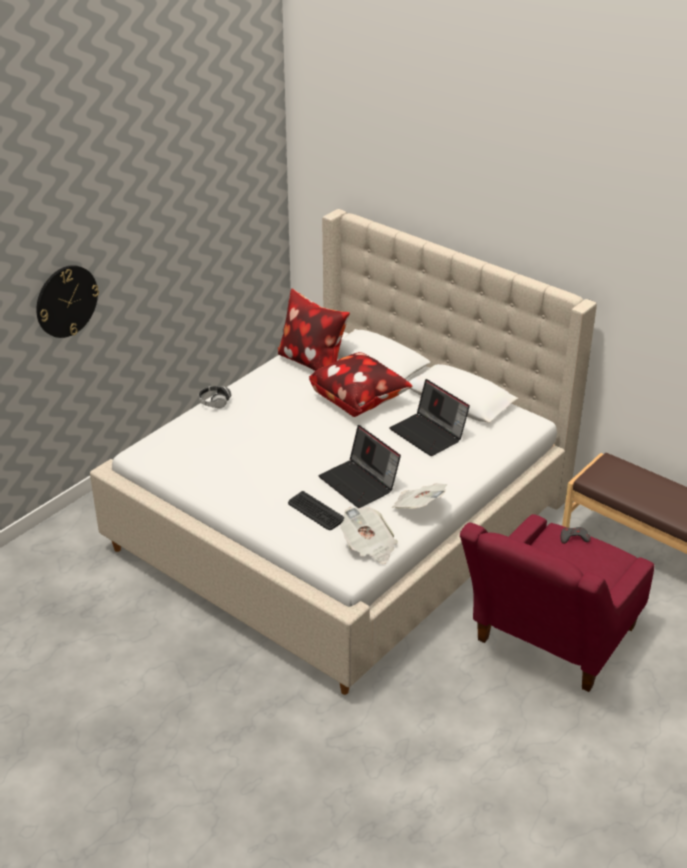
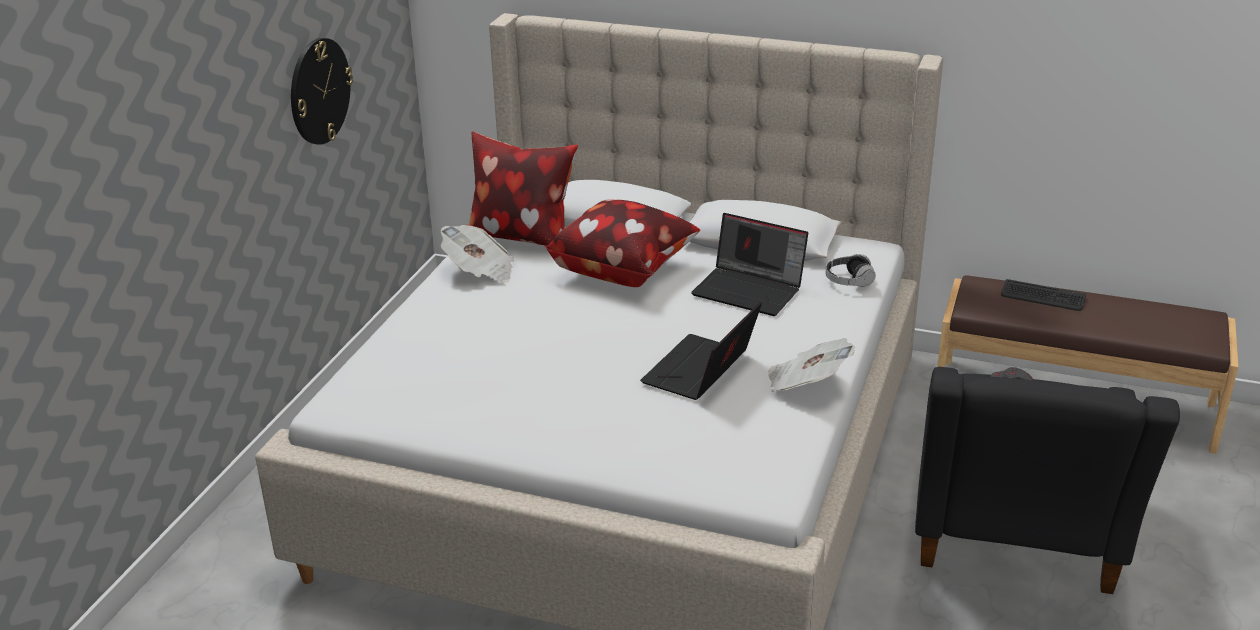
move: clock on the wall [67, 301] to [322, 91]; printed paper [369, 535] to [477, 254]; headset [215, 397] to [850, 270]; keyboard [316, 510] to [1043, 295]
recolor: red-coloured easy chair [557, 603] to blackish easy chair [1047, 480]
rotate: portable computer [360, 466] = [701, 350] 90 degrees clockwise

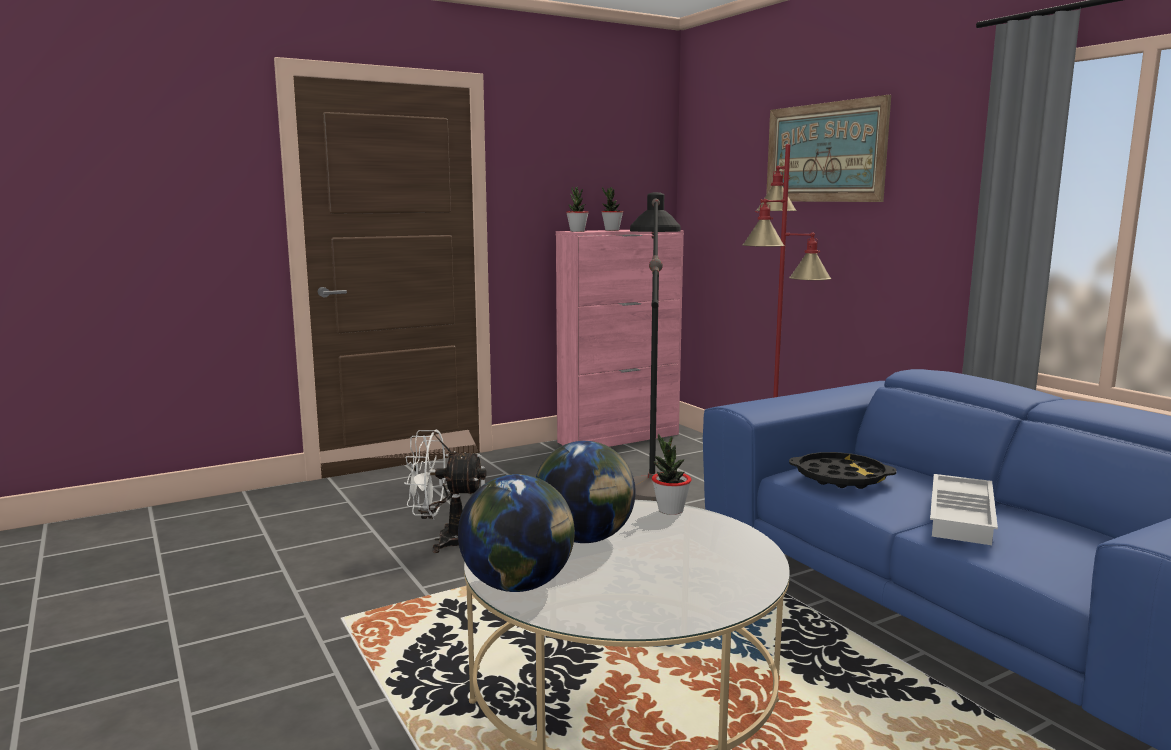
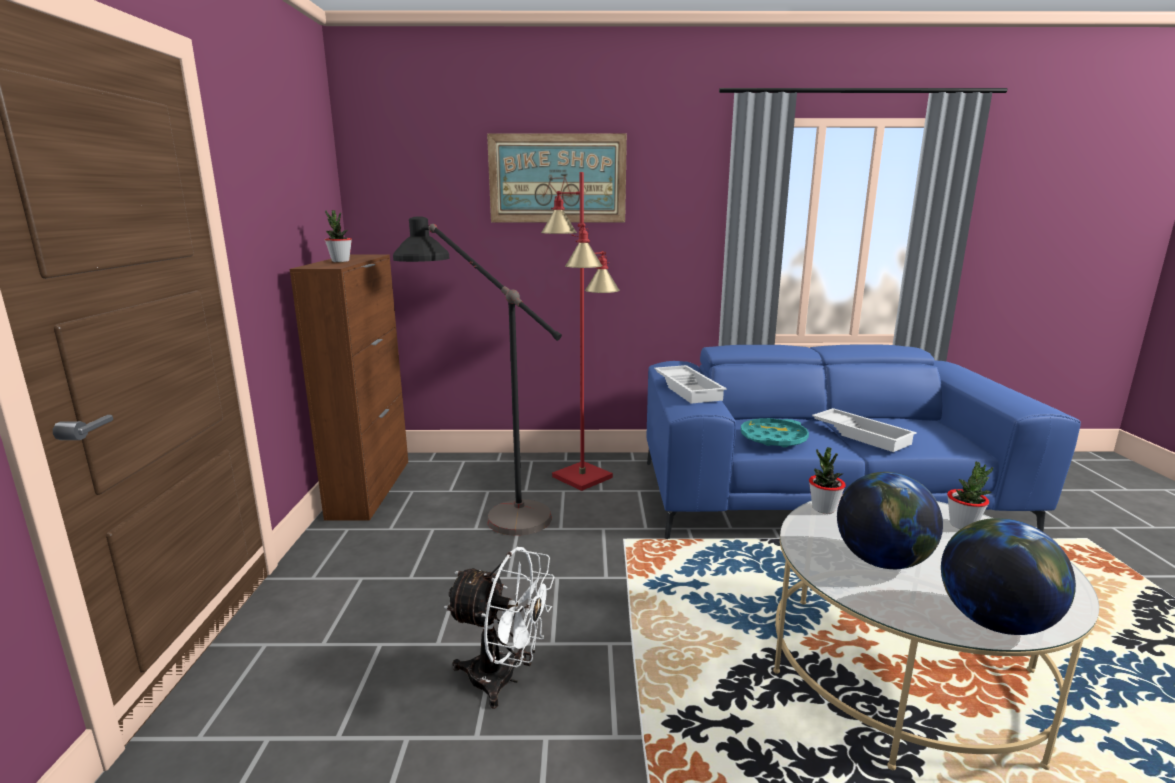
insert: white carrying tray [690, 384]
move: houseplant [577, 209] to [970, 495]
recolor: pinkish storage cabinet [620, 338] to brown-coloured storage cabinet [349, 388]; blackish carrying tray [843, 470] to turquoise-coloured carrying tray [775, 433]
rotate: white fan [445, 491] = [499, 628] 105 degrees counterclockwise

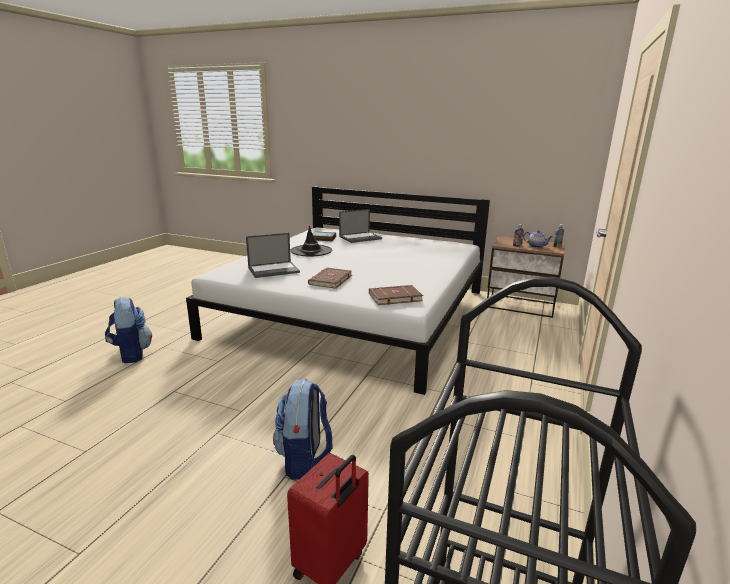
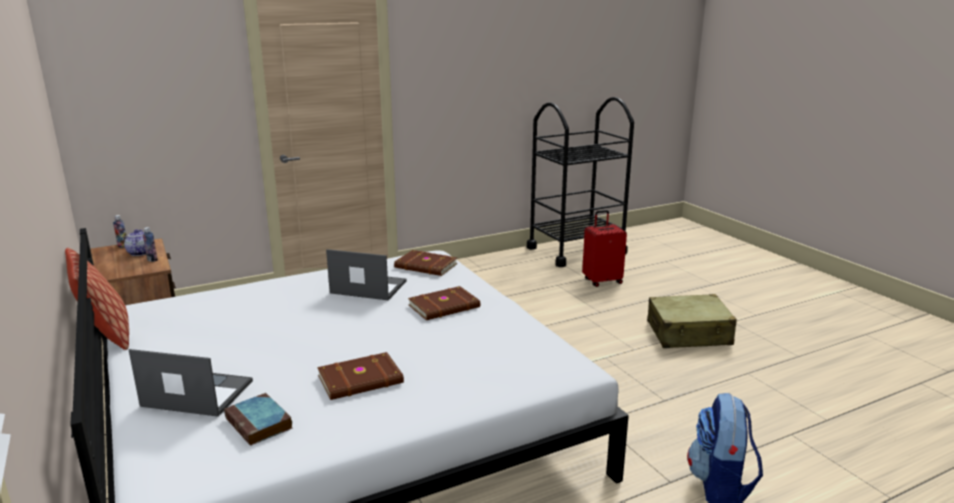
delete: backpack [302, 429]
insert: pillow [97, 299]; beige piece of luggage [692, 321]
move: portable computer [273, 255] to [366, 274]
replace: blackish clothing hat [311, 241] to brown-coloured volume [360, 376]

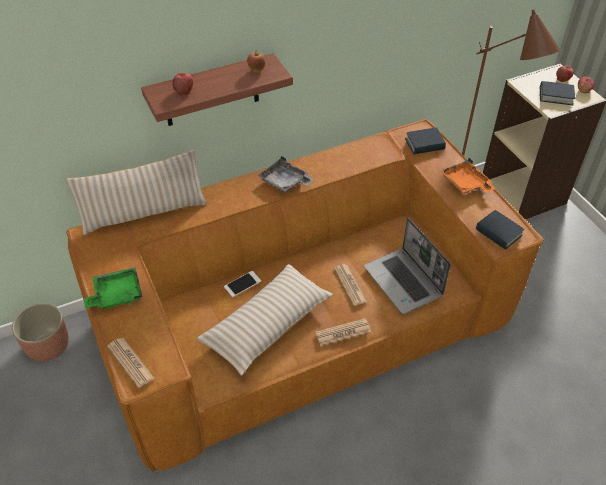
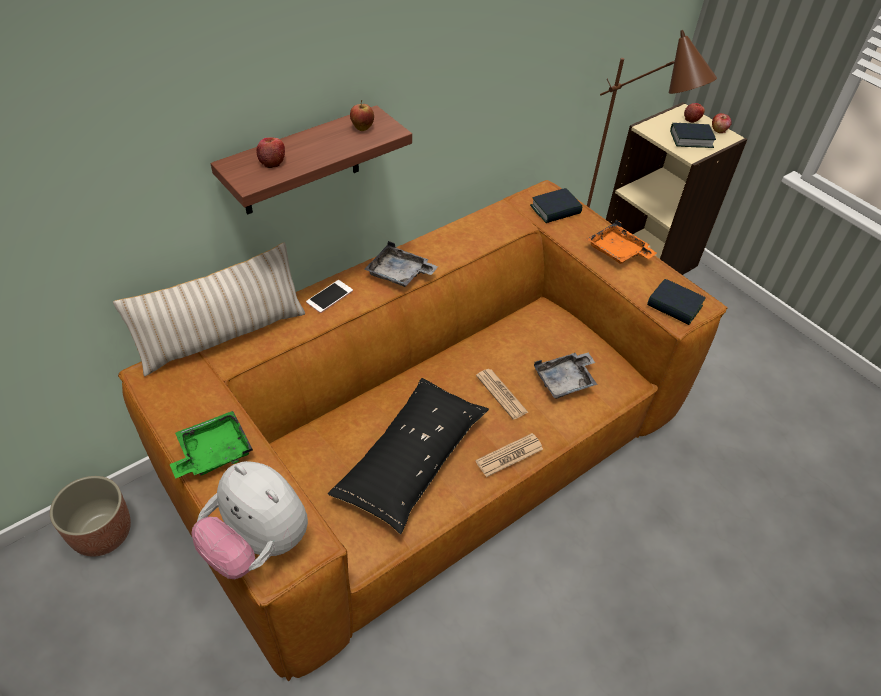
move: phone [242, 284] to [329, 296]
replace: printed paper [130, 363] to soft toy [249, 520]; portable computer [407, 266] to grey carrying tray [566, 375]
recolor: beige pillow [265, 320] to blackish pillow [408, 456]

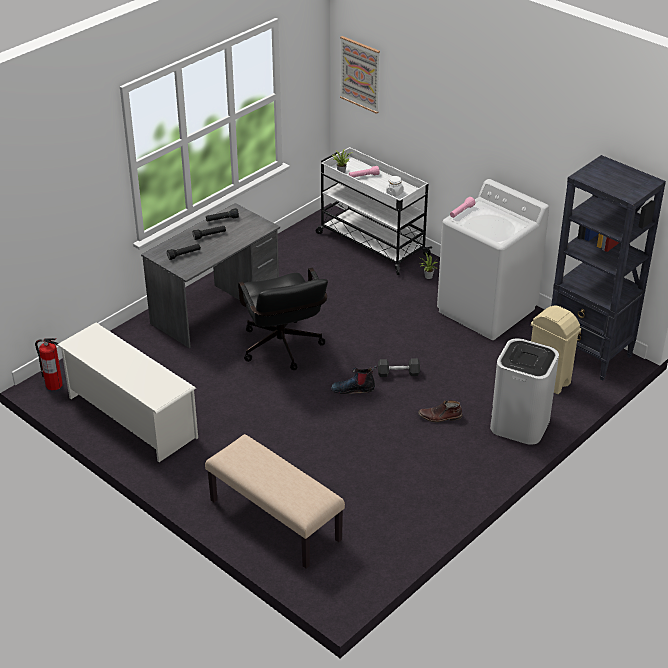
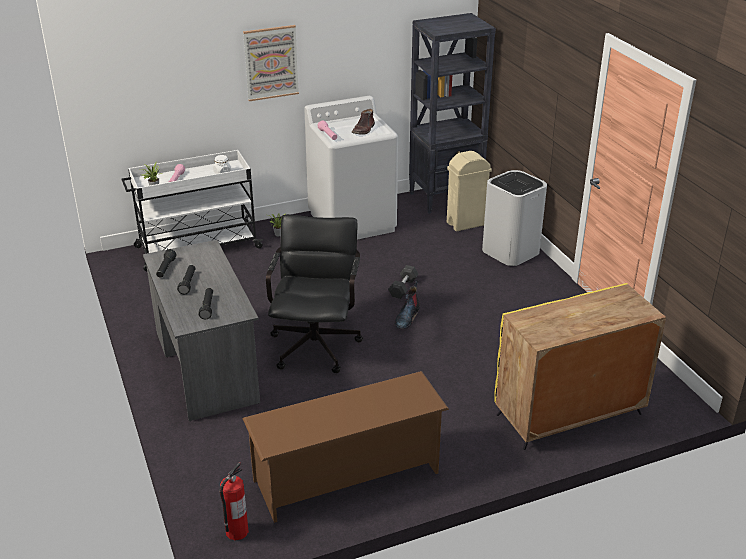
move: picture [360, 75] to [271, 63]; brown-coloured high-top boot [440, 411] to [363, 122]
replace: beige long seat [275, 501] to yellow storage cabinet [580, 366]
recolor: white shoe rack [127, 392] to brown-coloured shoe rack [346, 447]
rotate: blackish computer chair [283, 319] = [314, 293] 90 degrees counterclockwise

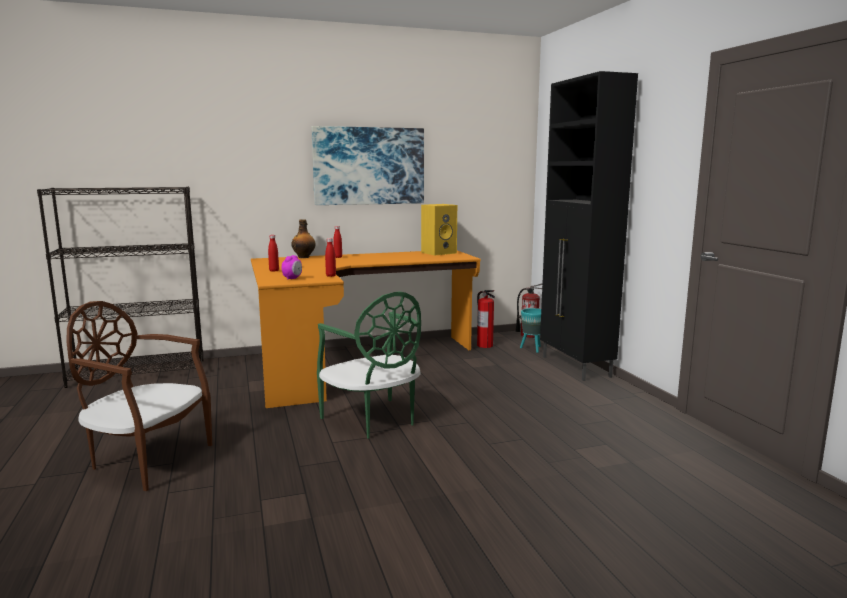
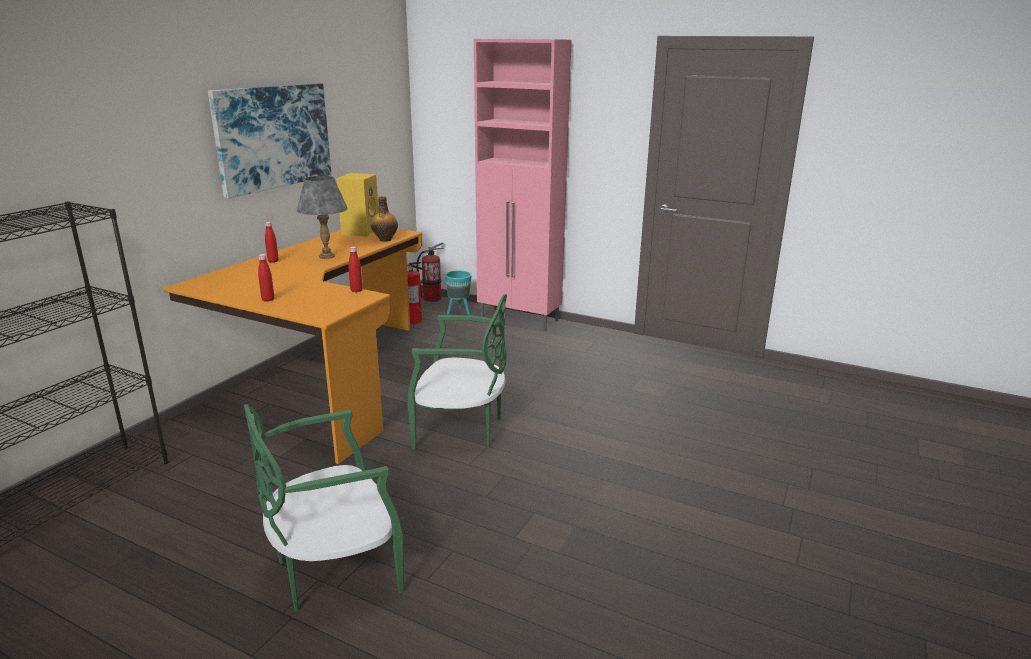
delete: alarm clock [292, 267]
insert: grey tabletop lamp [322, 217]
move: drink bottle [303, 238] to [384, 219]
recolor: brown-coloured chair [139, 396] to green-coloured chair [324, 508]; blackish storage cabinet [589, 226] to pinkish storage cabinet [523, 185]

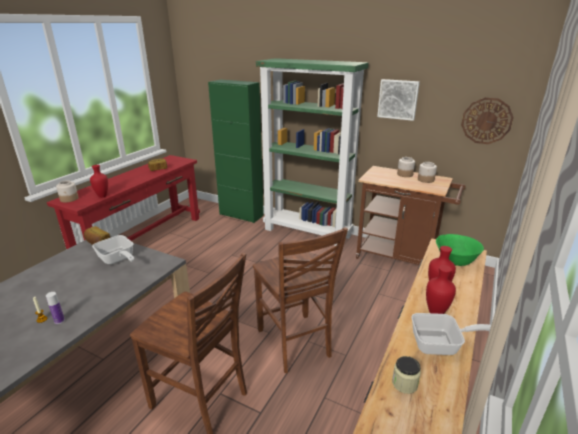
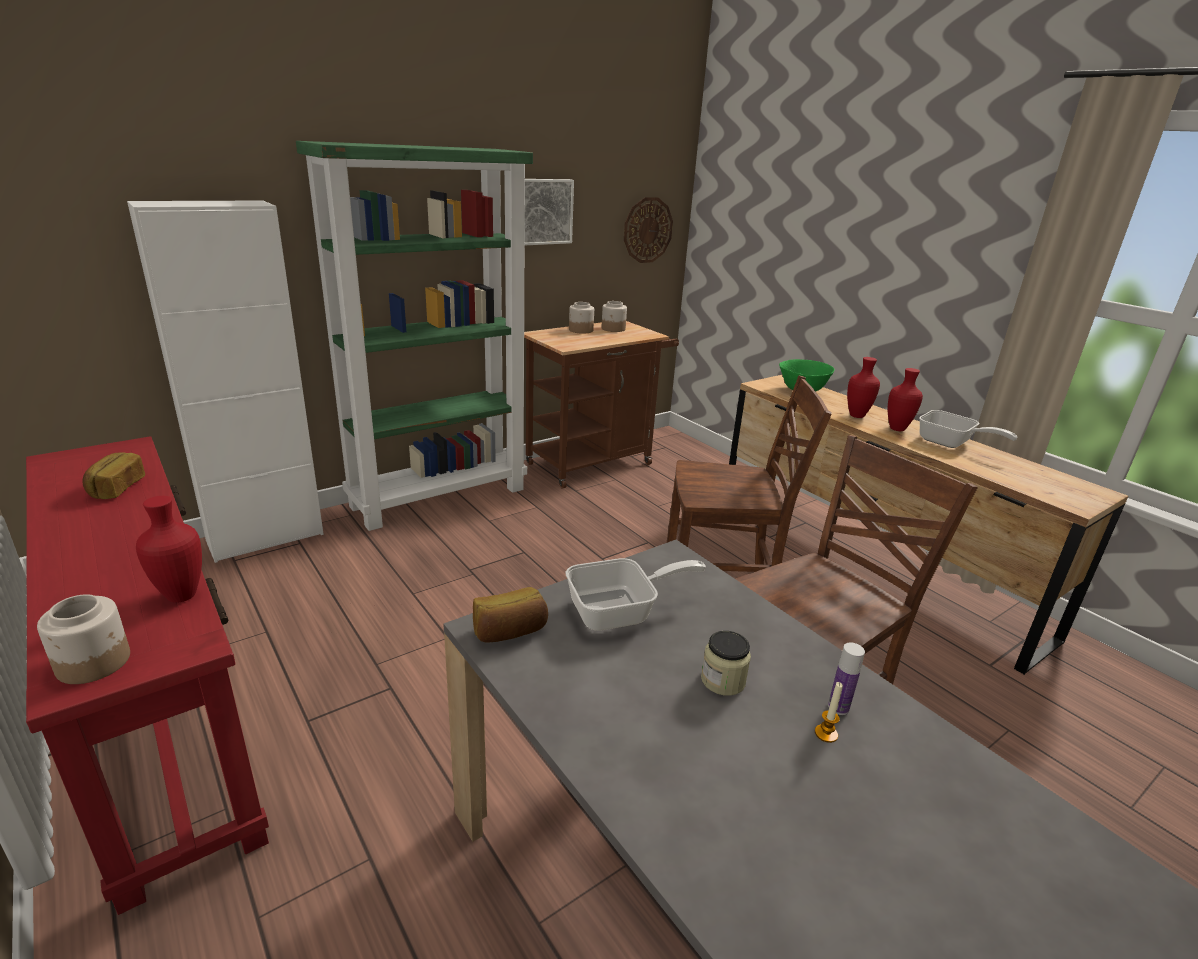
move: storage jar [406, 375] to [726, 663]
recolor: green-coloured storage cabinet [236, 151] to white storage cabinet [225, 381]
rotate: pan [451, 334] = [968, 429] 105 degrees clockwise

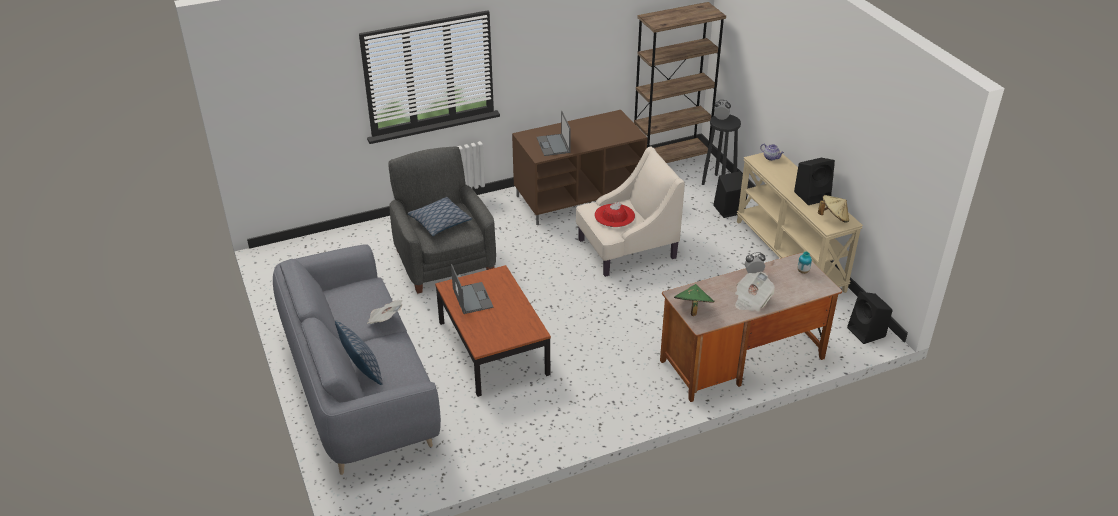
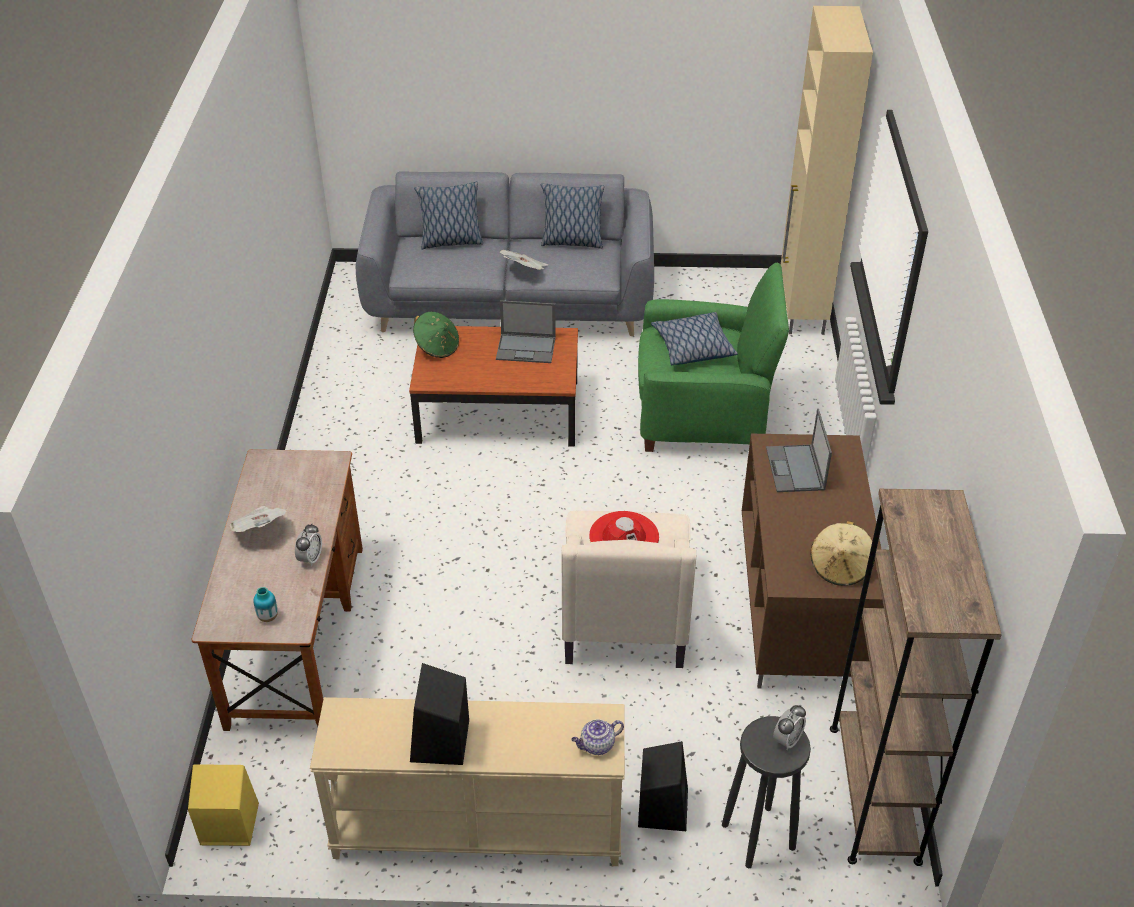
insert: pillow [572, 216]; beige storage cabinet [827, 170]
move: green-coloured clothing hat [694, 300] to [436, 335]; beige clothing hat [833, 209] to [842, 553]
recolor: blackish audio speaker [870, 318] to yellow audio speaker [223, 805]; grey easy chair [442, 220] to green-coloured easy chair [713, 357]
rotate: portable computer [553, 133] = [799, 450] 105 degrees counterclockwise

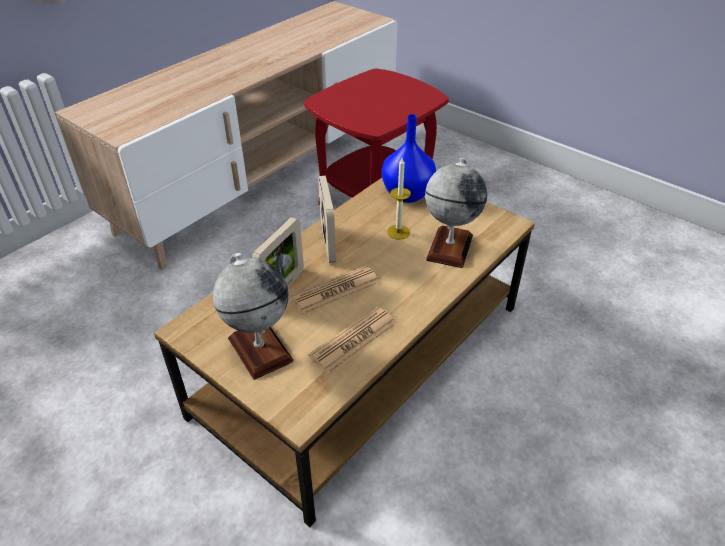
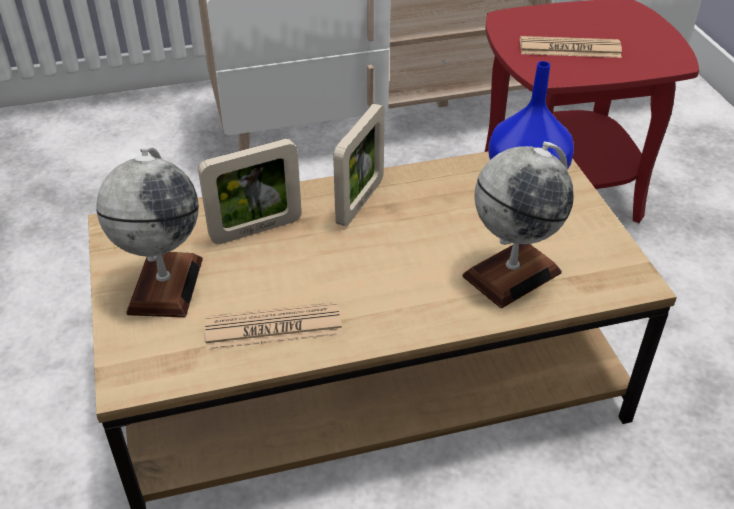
delete: candle [399, 199]
move: printed paper [335, 289] to [571, 47]

